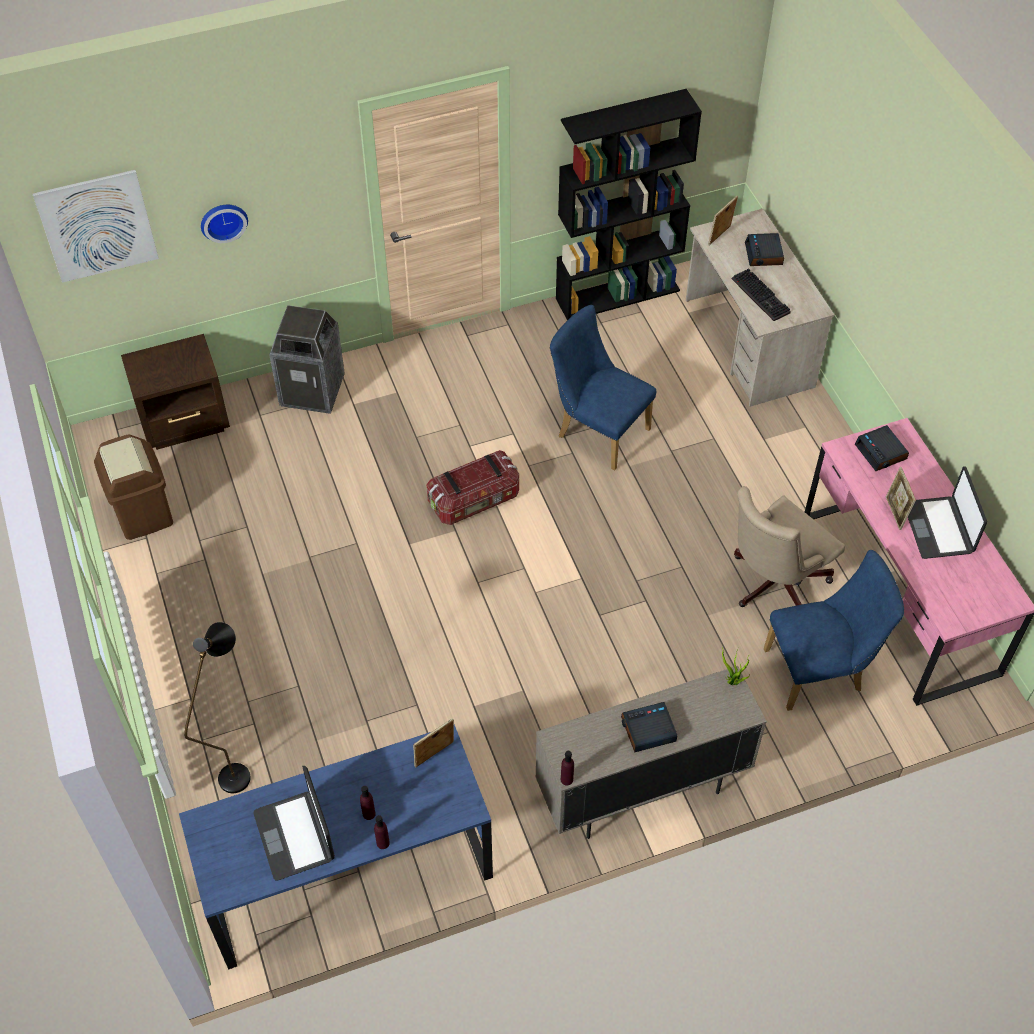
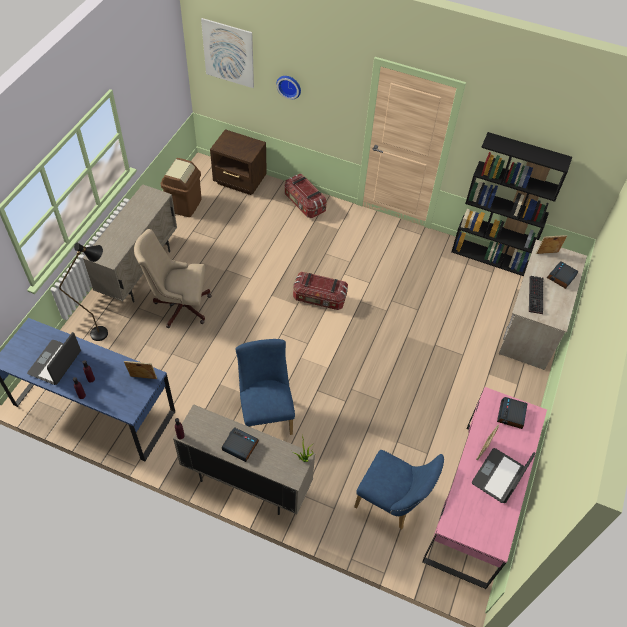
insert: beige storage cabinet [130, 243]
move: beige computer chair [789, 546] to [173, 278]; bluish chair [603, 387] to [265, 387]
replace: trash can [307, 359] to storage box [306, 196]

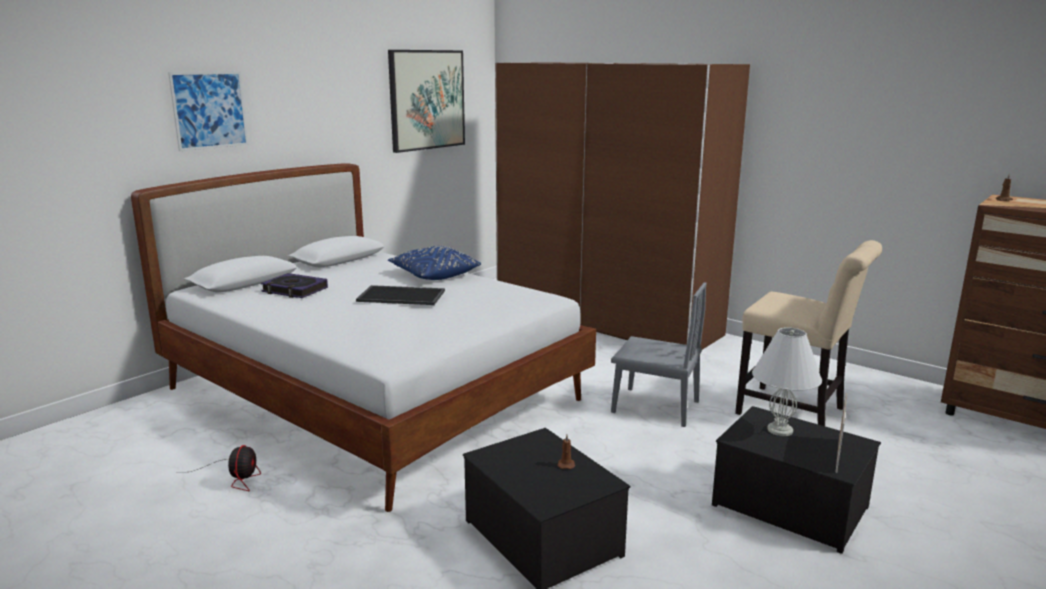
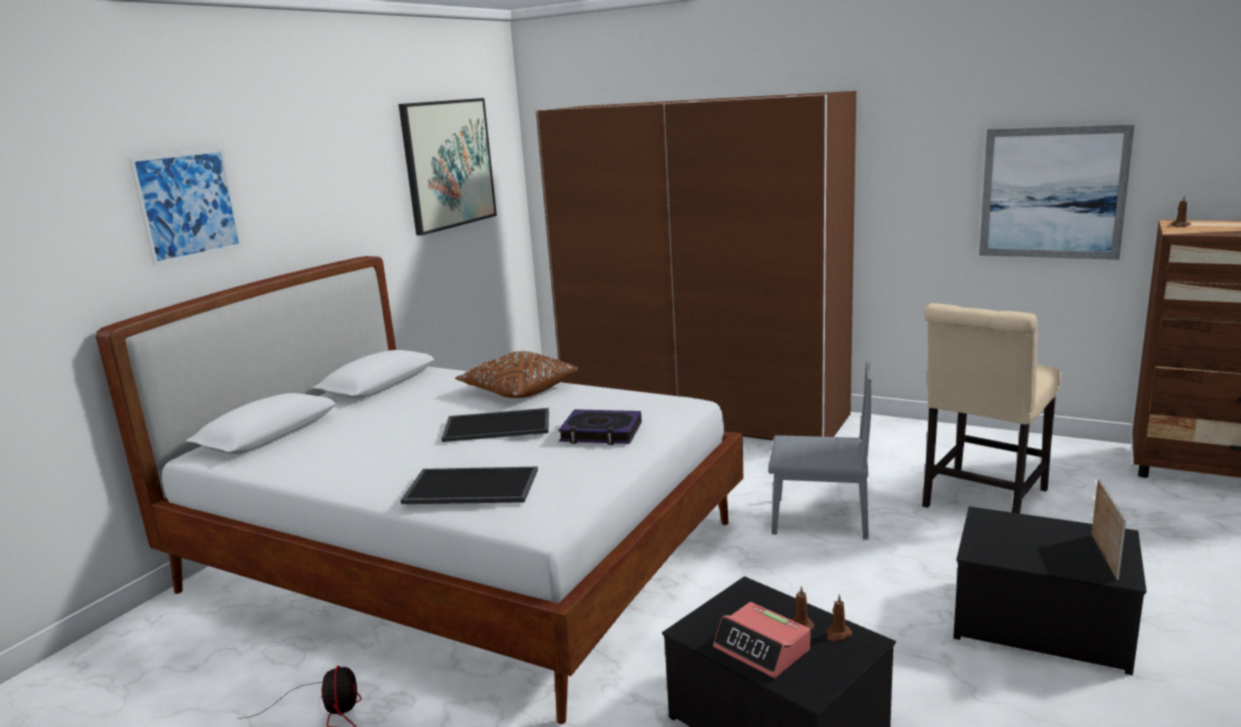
delete: white tabletop lamp [787, 381]
insert: carrying tray [469, 485]; alarm clock [761, 640]; brown-coloured candle [839, 618]; picture [1056, 192]
move: volume [294, 285] to [600, 427]
recolor: bluish pillow [434, 263] to brown-coloured pillow [516, 374]
rotate: beige chair [808, 333] = [991, 408] 105 degrees clockwise

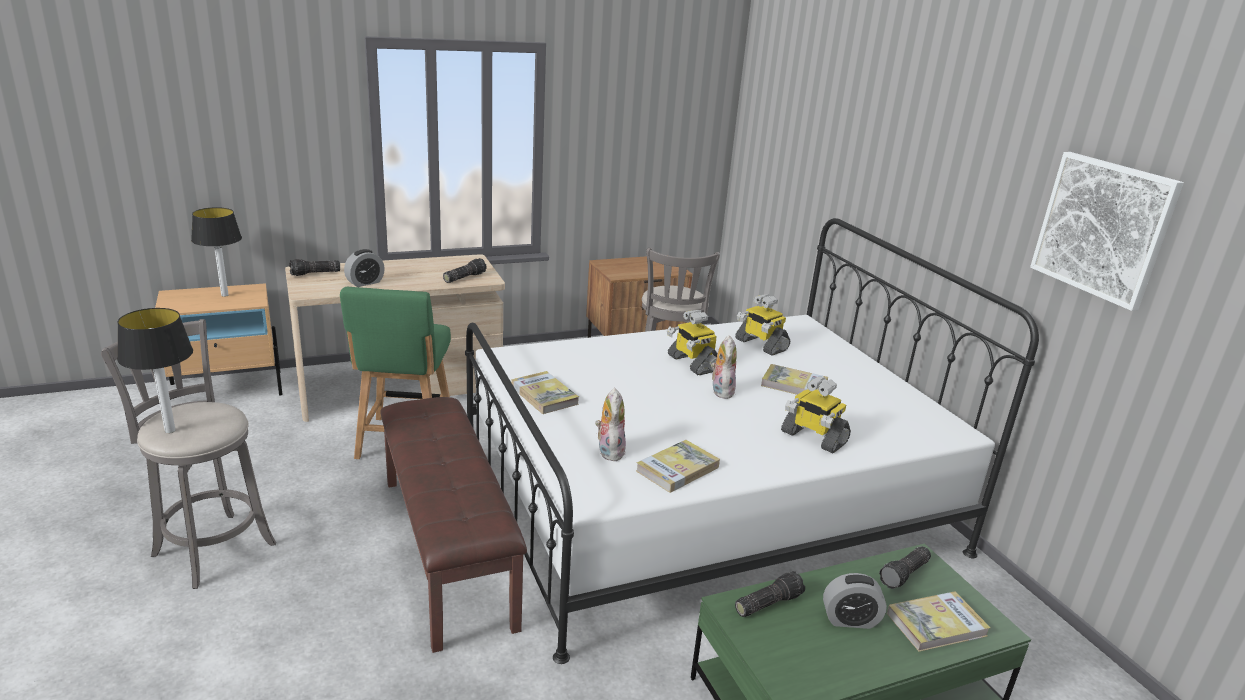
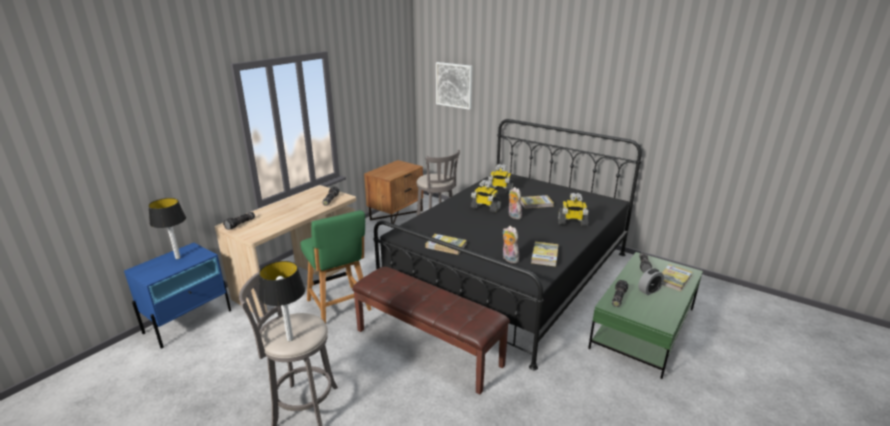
delete: alarm clock [364, 268]
move: picture [1107, 231] to [454, 86]
recolor: beige nightstand [219, 339] to bluish nightstand [177, 296]; white bedroom bed [752, 441] to blackish bedroom bed [508, 244]

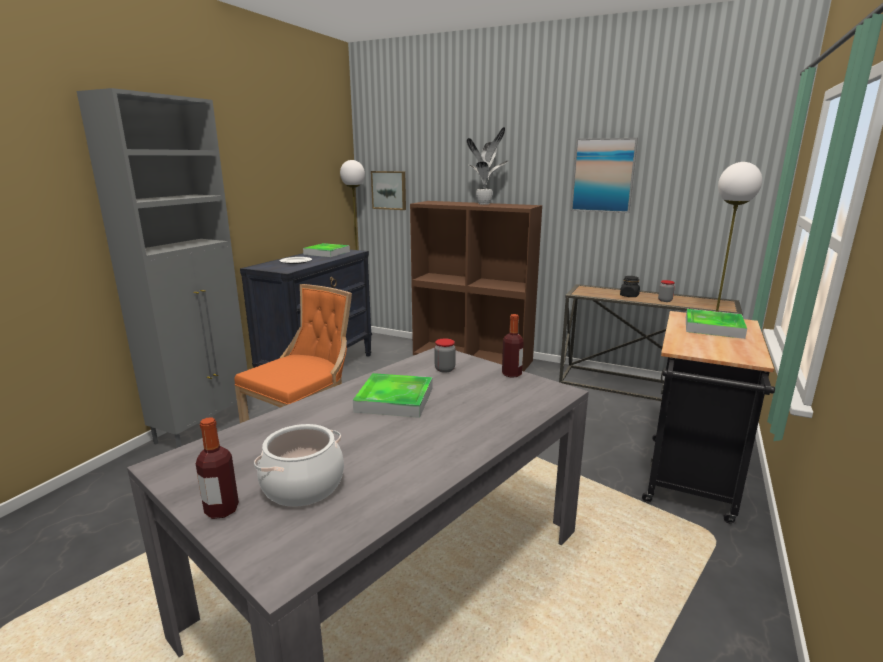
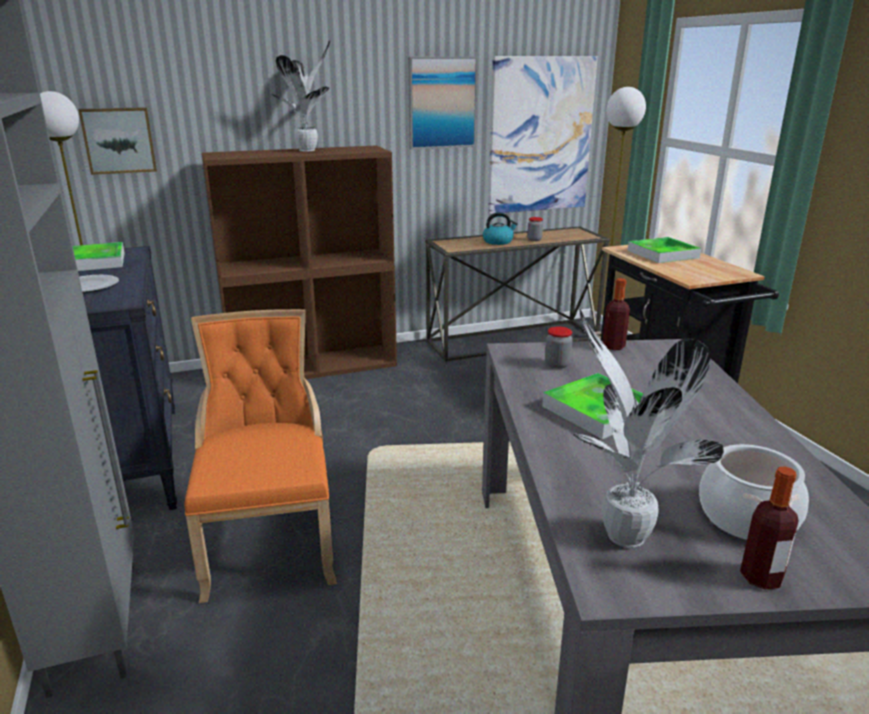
insert: picture [543, 135]; houseplant [647, 428]
replace: blackish storage jar [630, 286] to water kettle [500, 228]

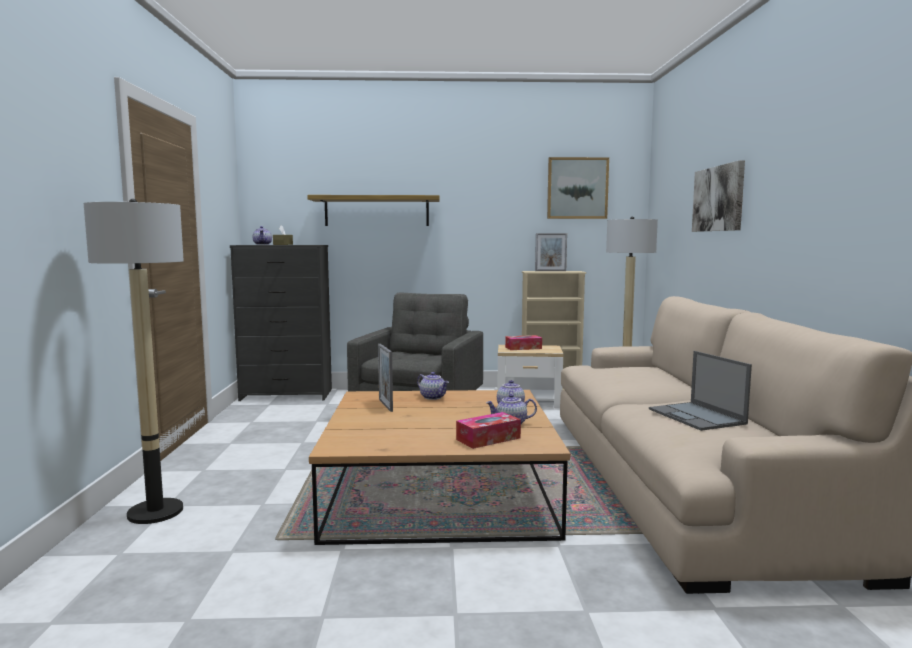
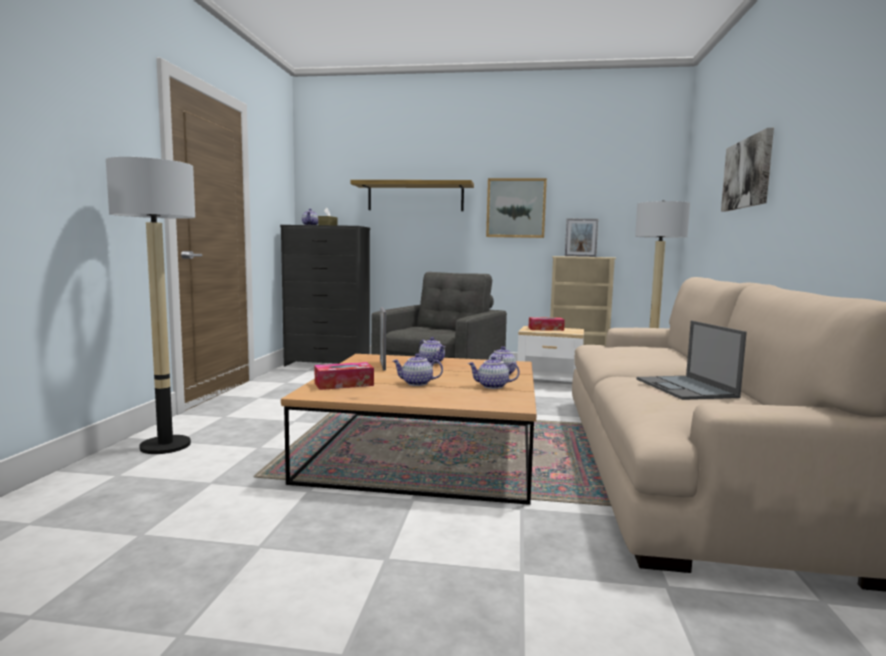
insert: tea pot [418, 370]
move: box of tissues [488, 430] to [344, 376]; picture [578, 188] to [516, 208]

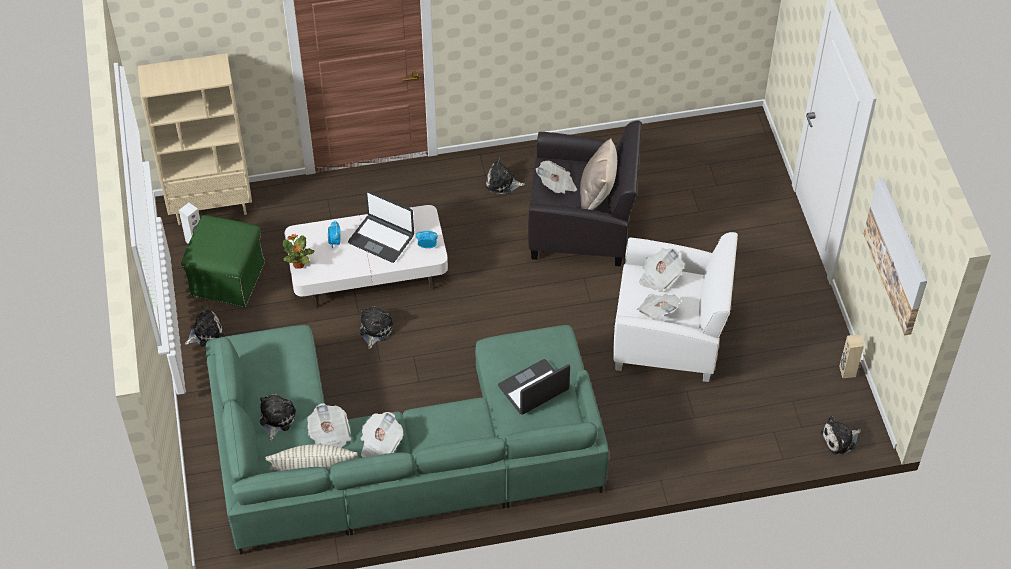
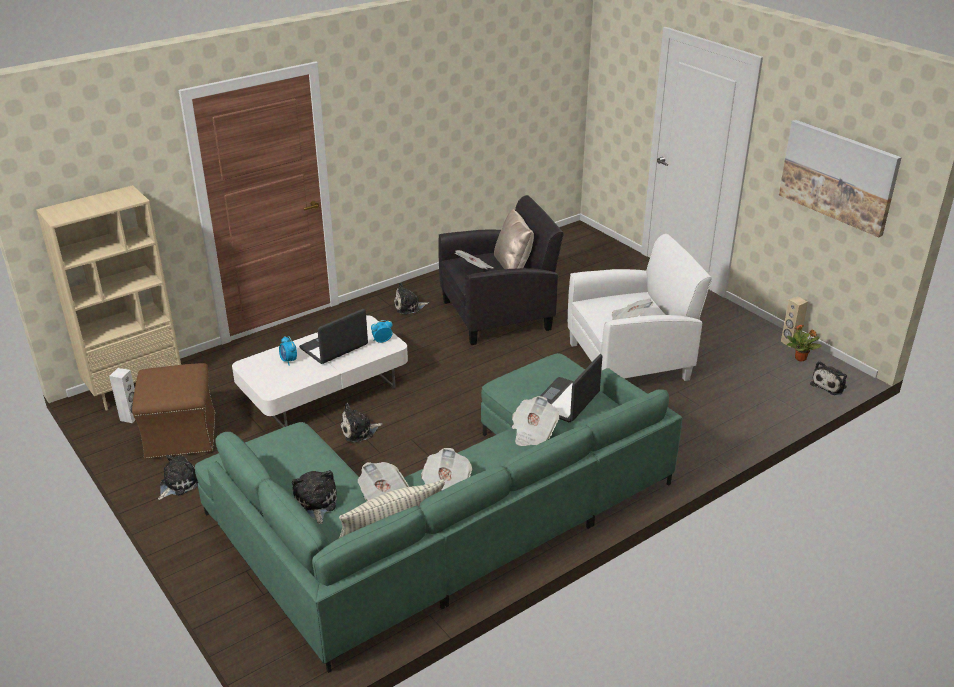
move: printed paper [661, 270] to [535, 421]; houseplant [298, 251] to [804, 343]
recolor: green-coloured ottoman [223, 261] to brown-coloured ottoman [173, 411]
rotate: portable computer [381, 226] = [333, 336] 135 degrees clockwise; soft toy [376, 328] = [361, 422] 105 degrees counterclockwise

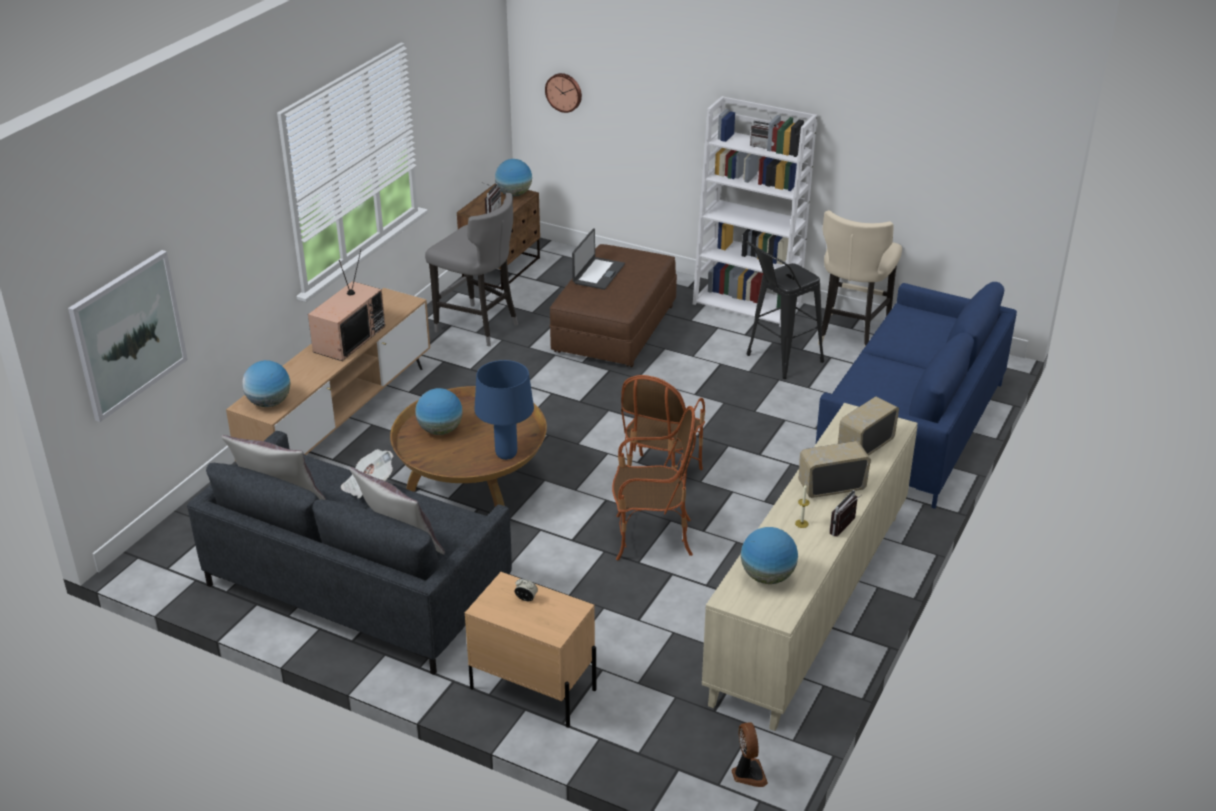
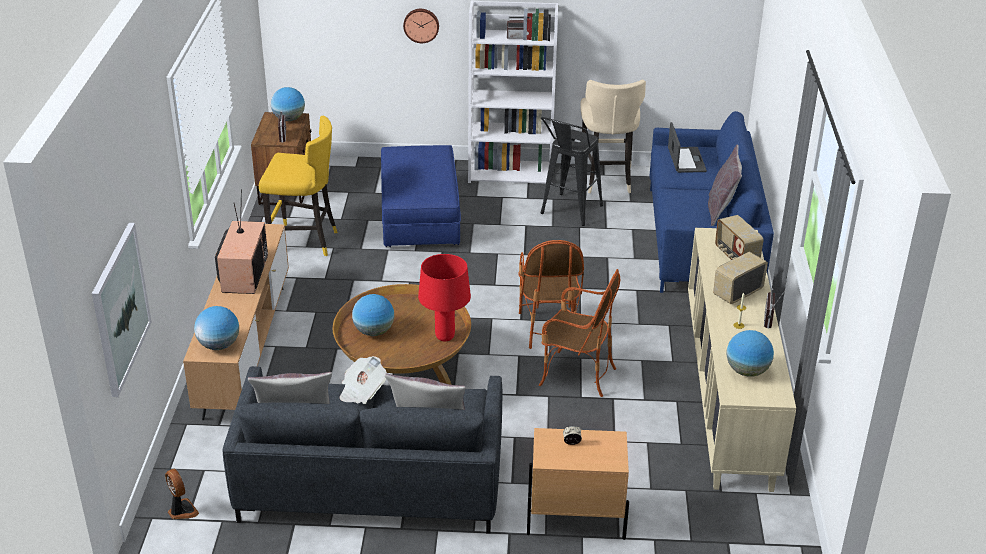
insert: grey pillow [725, 185]
move: fan [749, 754] to [182, 494]; clock on the wall [563, 93] to [421, 26]; portable computer [598, 259] to [687, 147]
recolor: grey sitting stool [471, 270] to yellow sitting stool [298, 185]; brown-coloured ottoman [613, 305] to bluish ottoman [421, 196]; bluish tabletop lamp [504, 410] to red-coloured tabletop lamp [444, 297]
rotate: easy chair [654, 483] = [579, 333] 45 degrees clockwise; radio [868, 426] = [739, 237] 45 degrees counterclockwise

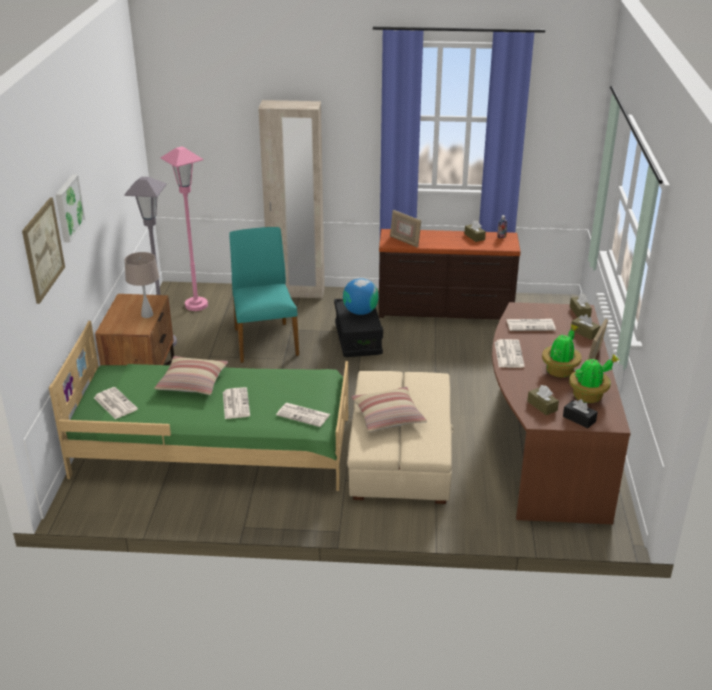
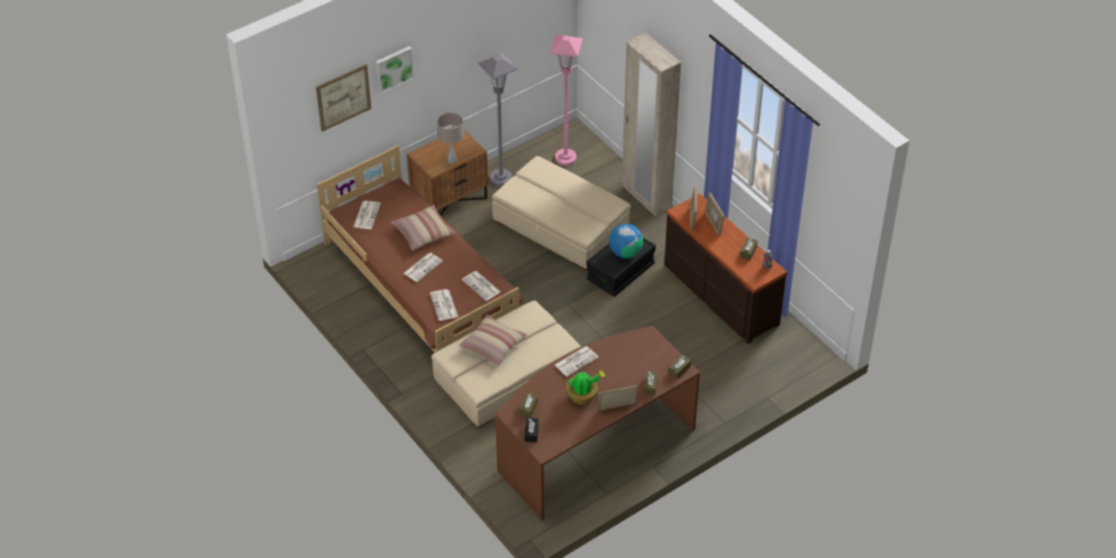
delete: houseplant [594, 379]
insert: picture frame [715, 214]
move: printed paper [531, 325] to [481, 286]
replace: turquoise-coloured chair [264, 295] to beige ottoman [561, 213]
recolor: green-coloured bedroom bed [198, 406] to brown-coloured bedroom bed [420, 249]

